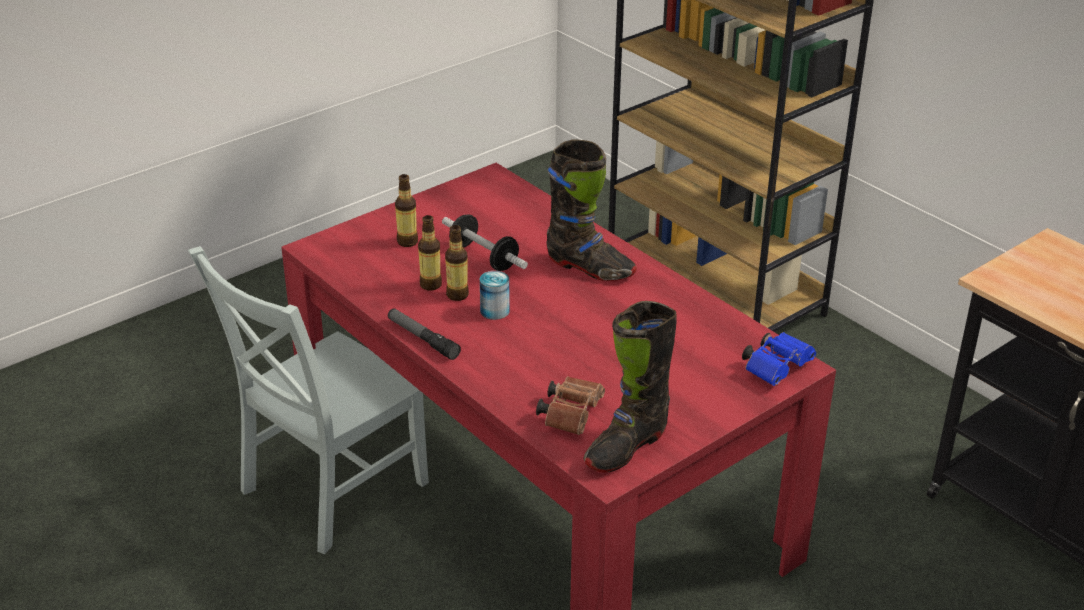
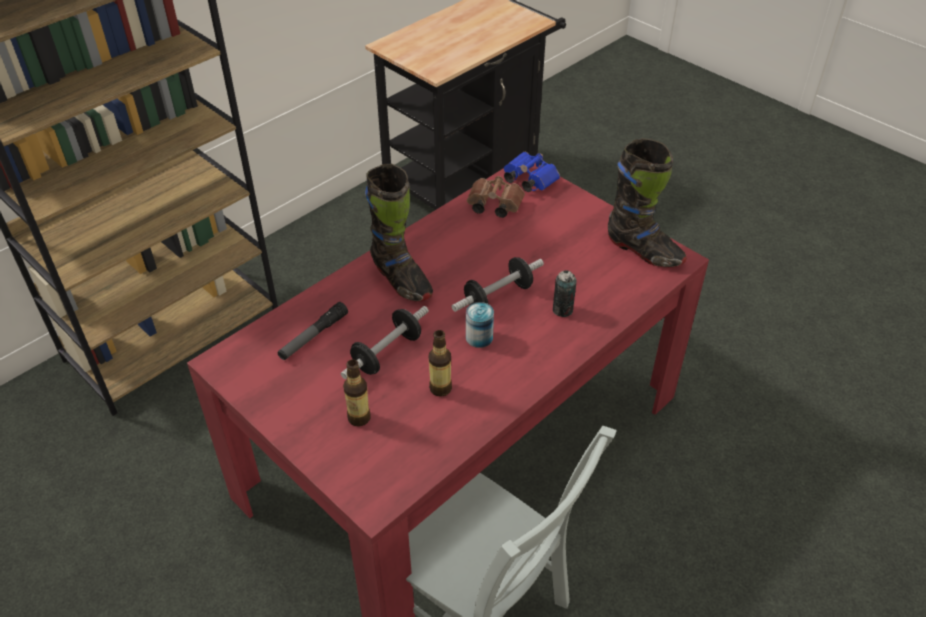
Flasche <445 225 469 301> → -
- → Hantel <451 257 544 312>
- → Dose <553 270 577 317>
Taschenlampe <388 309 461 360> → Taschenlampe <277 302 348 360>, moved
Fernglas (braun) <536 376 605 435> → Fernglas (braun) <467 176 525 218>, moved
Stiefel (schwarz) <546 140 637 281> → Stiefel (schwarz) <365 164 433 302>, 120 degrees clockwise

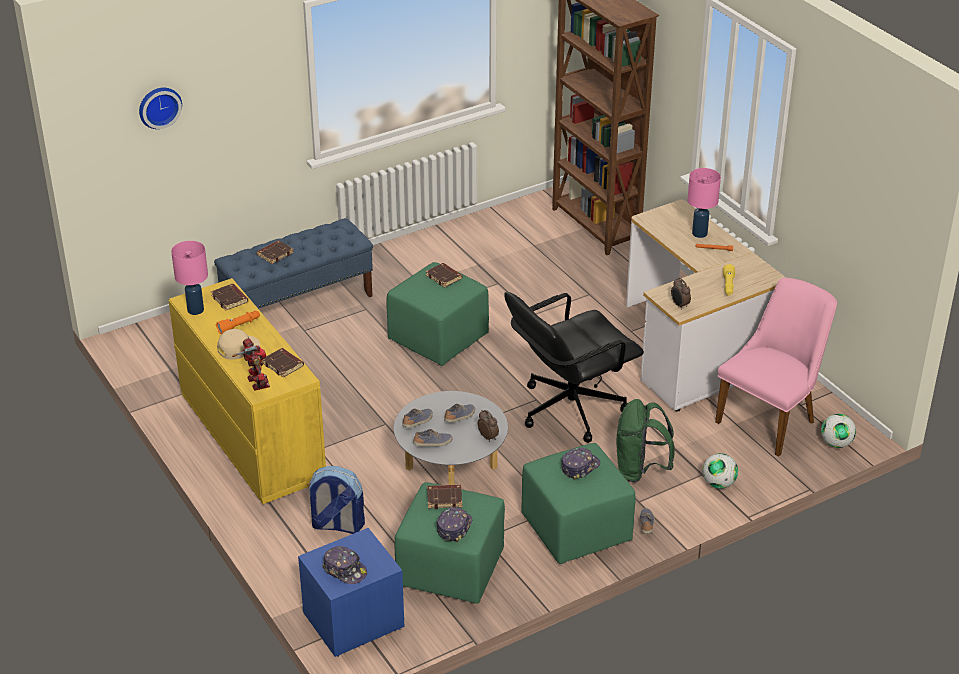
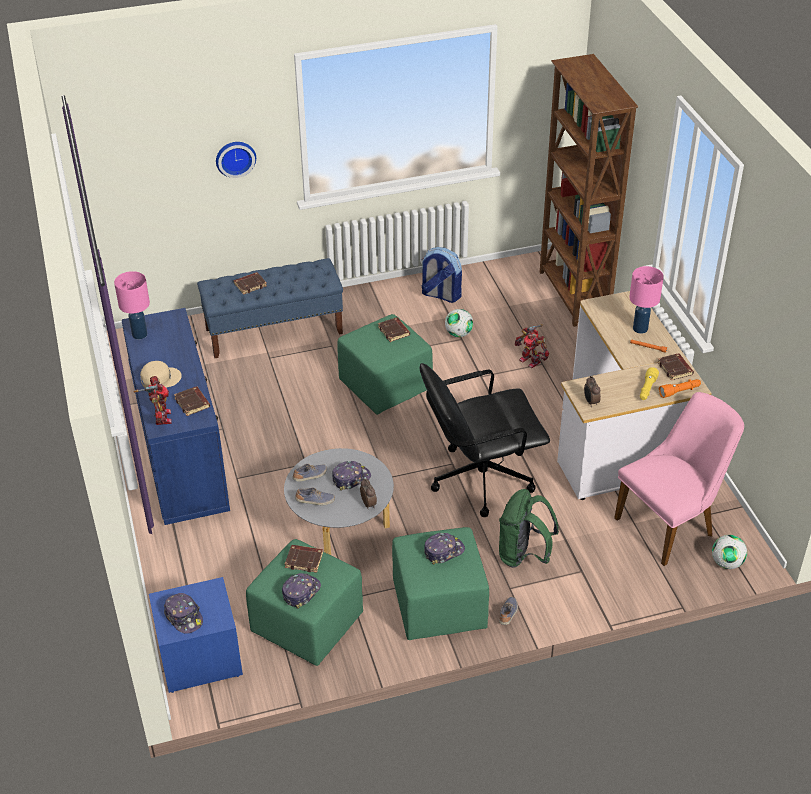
- → Spielzeugroboter <515 324 549 368>
Wanduhr <139 88 182 129> → Wanduhr <216 142 256 178>, moved
Buch (braun) <211 284 248 311> → Buch (braun) <658 353 694 380>, moved
Taschenlampe (orange) <216 311 260 334> → Taschenlampe (orange) <659 379 701 398>, moved
Rucksack <307 466 365 534> → Rucksack <421 247 462 303>, moved
Fußball <703 453 738 489> → Fußball <445 309 473 337>, moved
Schuh <444 404 475 423> → Kappe <332 461 371 491>
Kommode (gelb) <168 278 326 504> → Kommode (blau) <121 308 230 525>

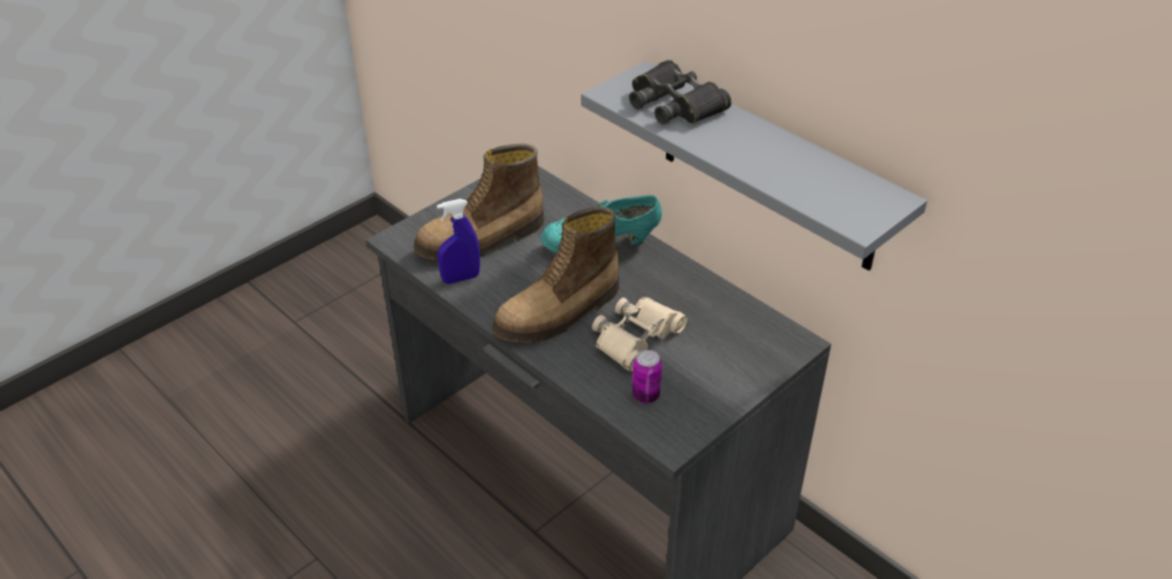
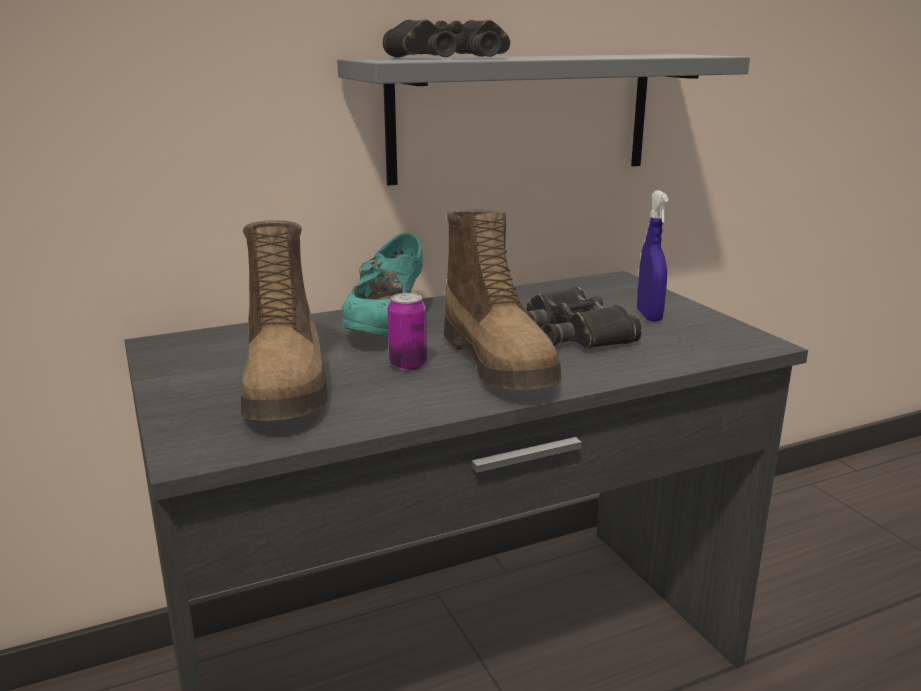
Sprühflasche (blau) <437 199 480 284> → Sprühflasche (blau) <637 190 669 322>, moved
Dose <632 350 662 403> → Dose <388 293 427 371>, moved
Fernglas (beige) <592 297 688 372> → Fernglas (schwarz) <525 287 642 348>

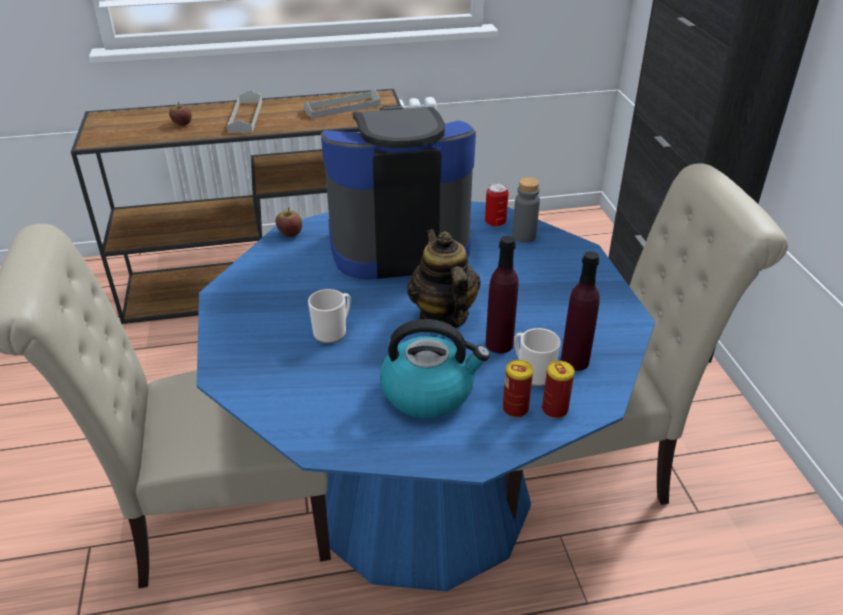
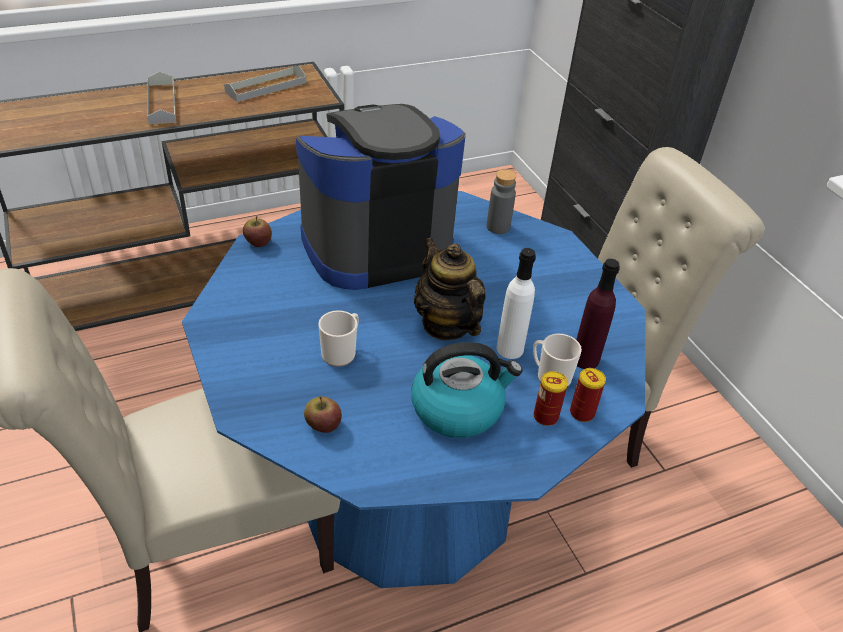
Dose <485 183 509 227> → -
Apfel <169 102 192 126> → Apfel <304 396 342 433>, moved
Flasche (lila) <486 236 519 353> → Flasche (weiß) <497 248 536 359>

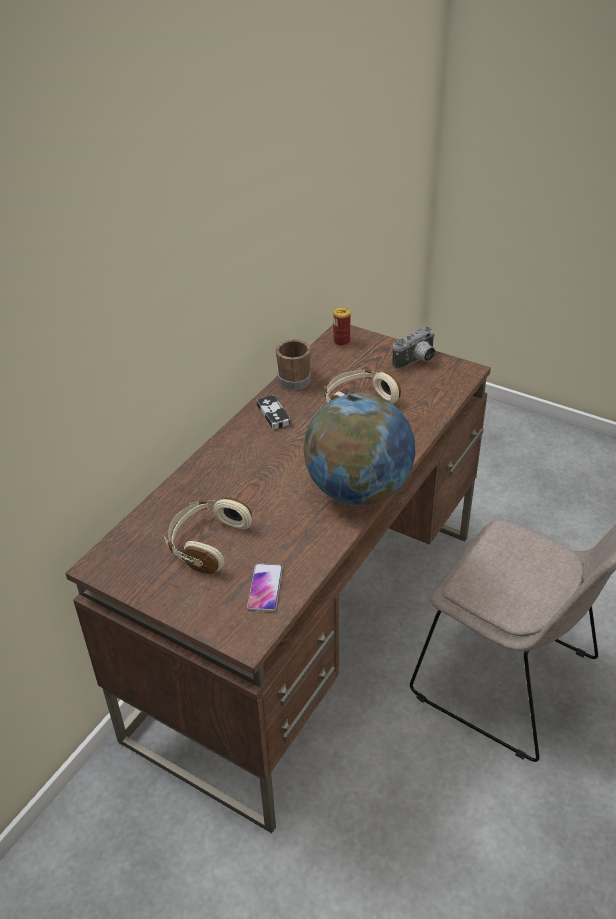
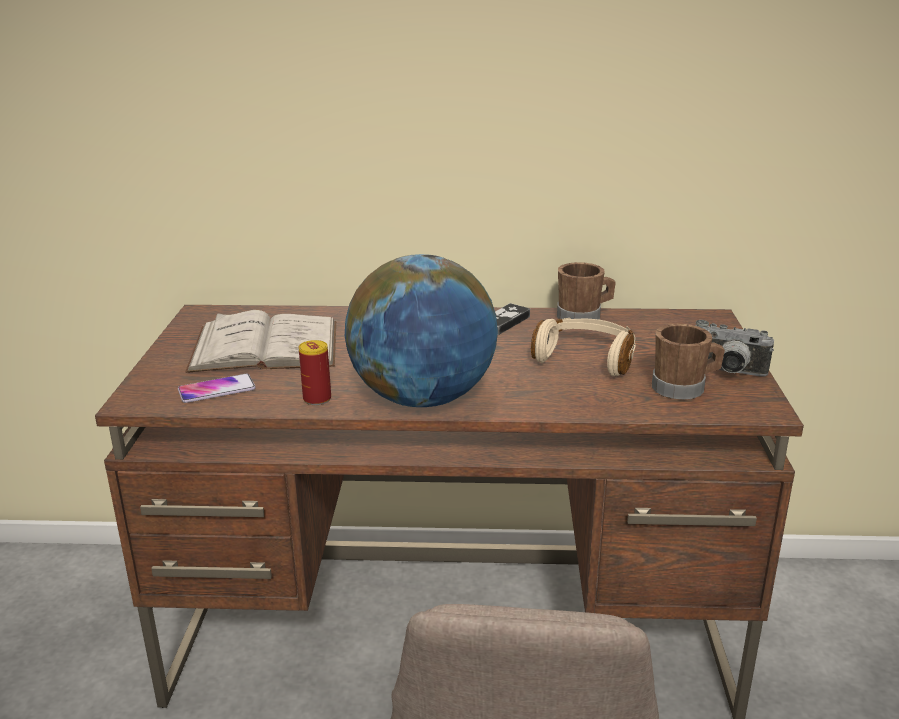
- → Henkelbecher (braun) <652 324 725 400>
Dose <333 307 350 346> → Dose <299 340 331 405>, moved
Kopfhörer (beige) <164 497 252 574> → Buch (weiß) <185 310 336 373>

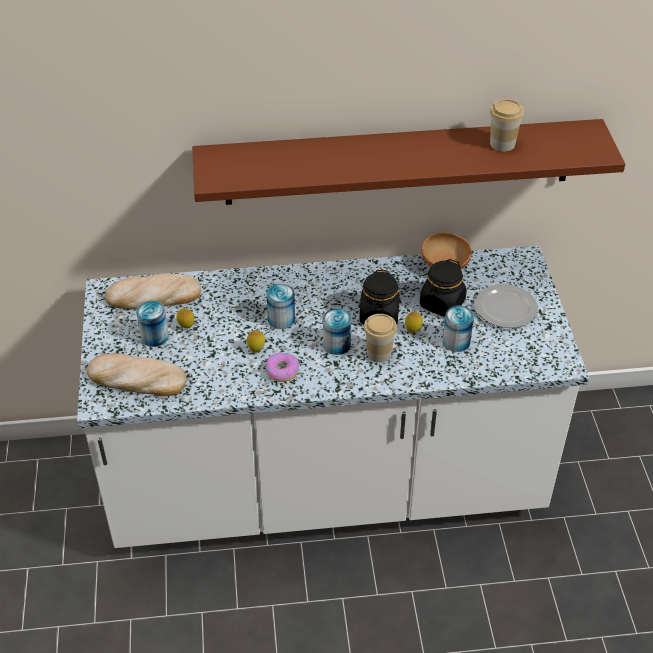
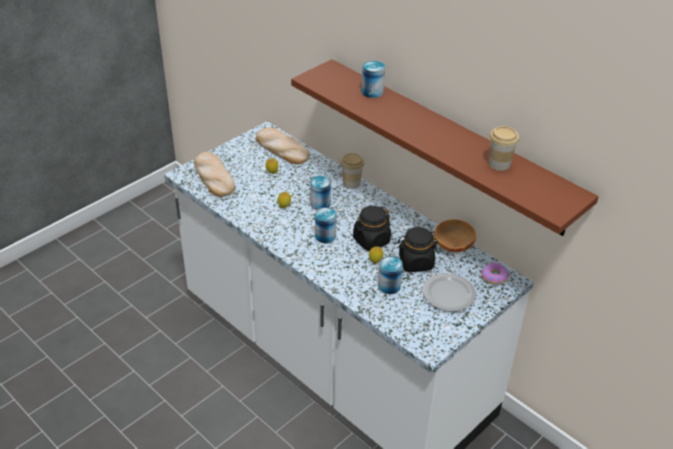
Dose <136 301 169 347> → Dose <362 61 385 98>, moved
Donut <266 352 299 382> → Donut <481 262 509 285>, moved
Tasse <364 314 397 363> → Tasse <341 153 364 189>, moved

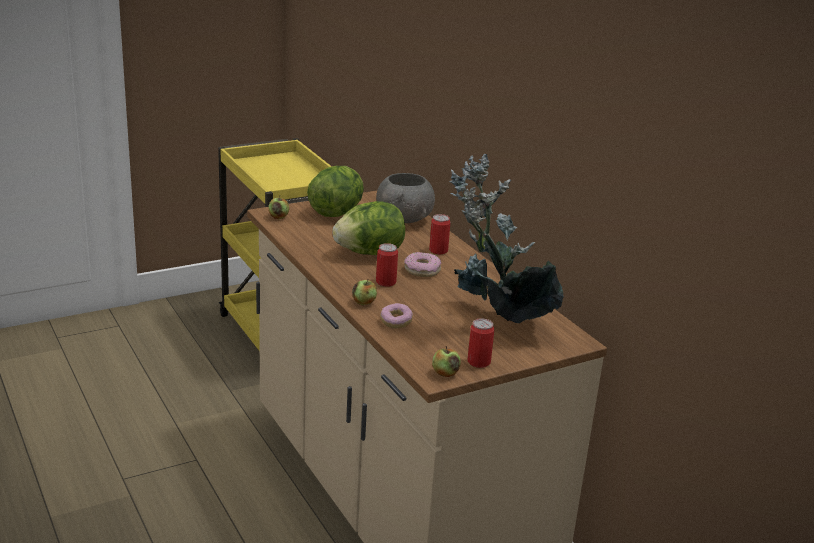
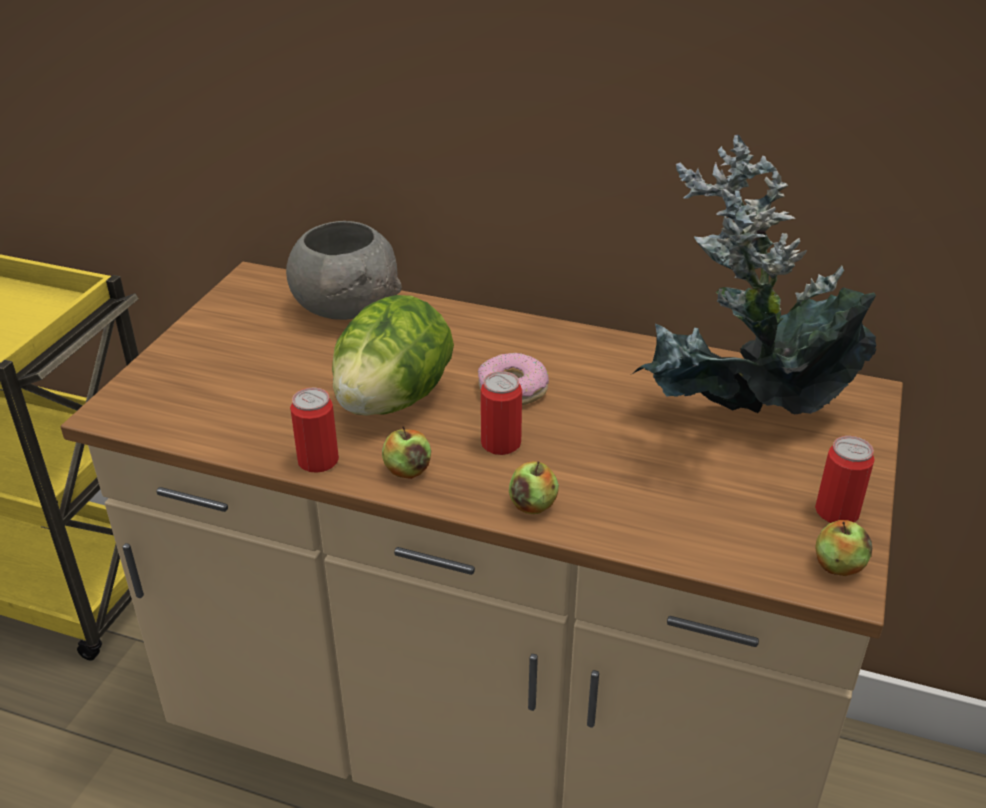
Salatkopf <307 166 364 217> → -
Donut <380 303 413 328> → -
Apfel <268 195 289 219> → Apfel <382 426 431 479>, moved
Dose <429 214 451 254> → Dose <290 388 339 473>, moved

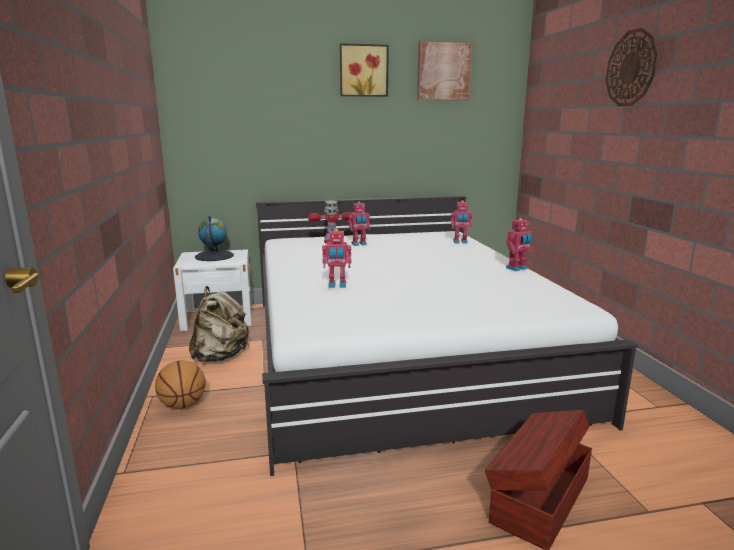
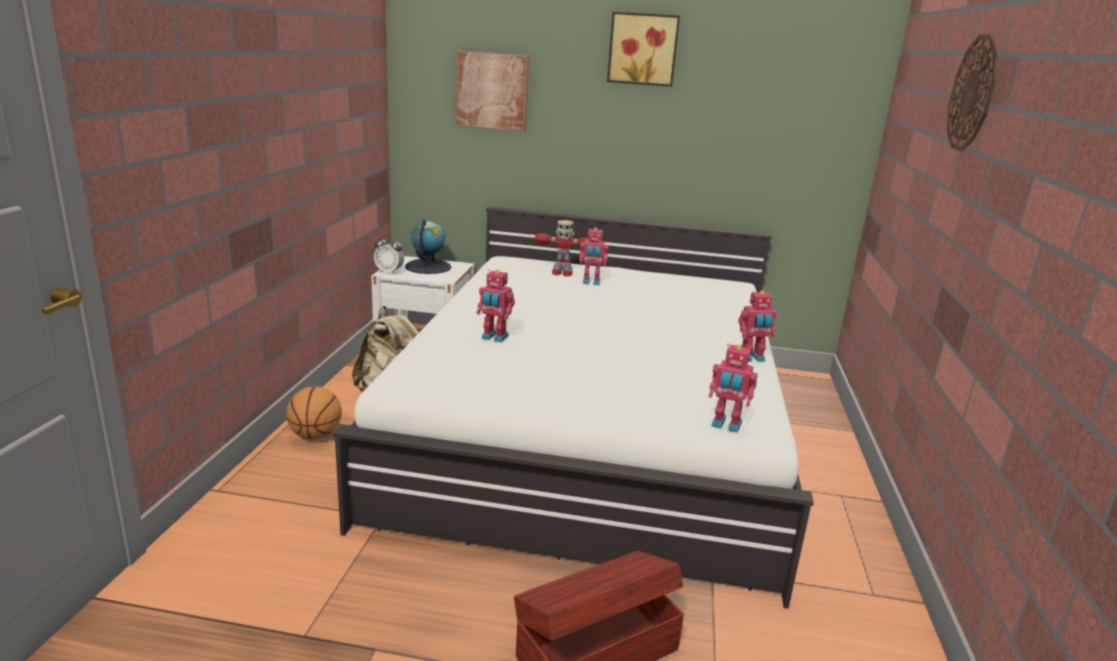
- → Wecker <374 235 404 275>
Bild <417 41 472 100> → Bild <456 51 529 132>, moved
Spielzeugroboter <451 200 473 244> → Spielzeugroboter <709 344 758 433>, moved

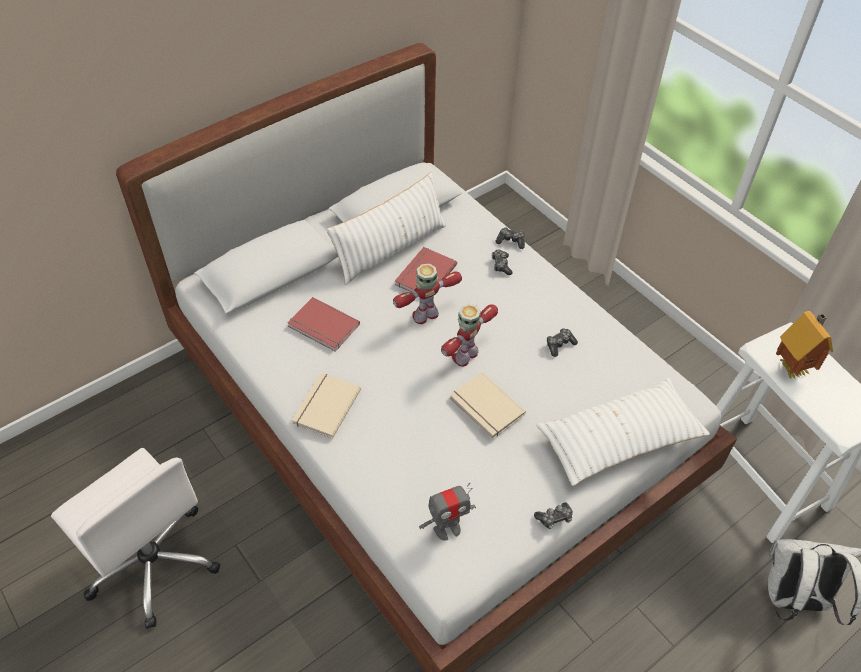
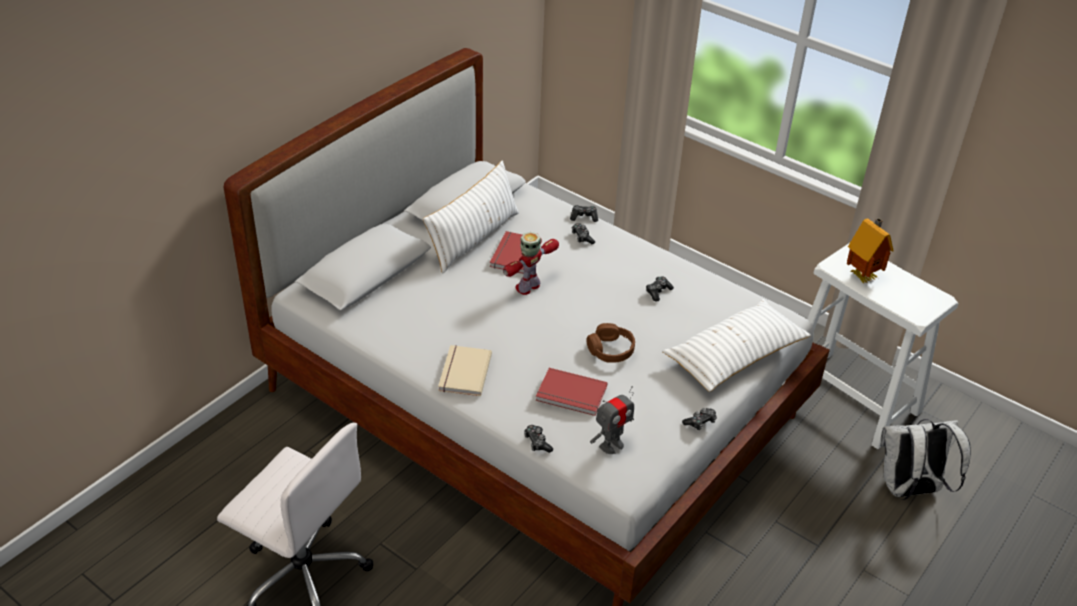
Spielzeugroboter <441 304 498 366> → -
- → Gamepad <524 425 553 453>
Buch (rot) <287 297 360 352> → Buch (rot) <536 368 608 416>, moved
Buch (beige) <450 372 526 439> → Kopfhörer (braun) <587 323 635 363>

